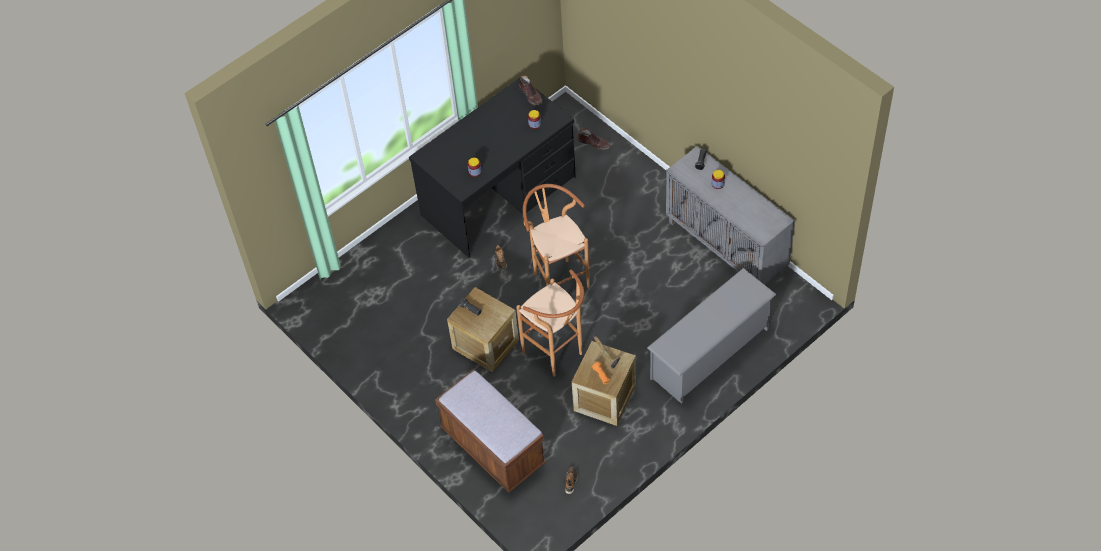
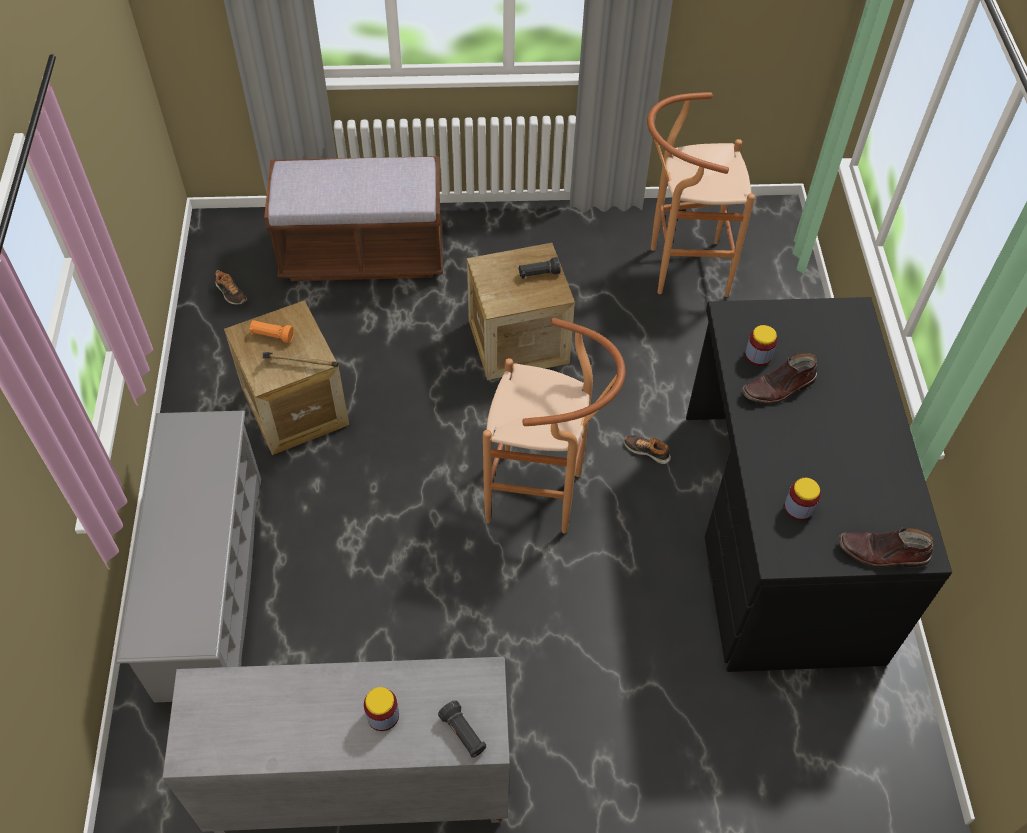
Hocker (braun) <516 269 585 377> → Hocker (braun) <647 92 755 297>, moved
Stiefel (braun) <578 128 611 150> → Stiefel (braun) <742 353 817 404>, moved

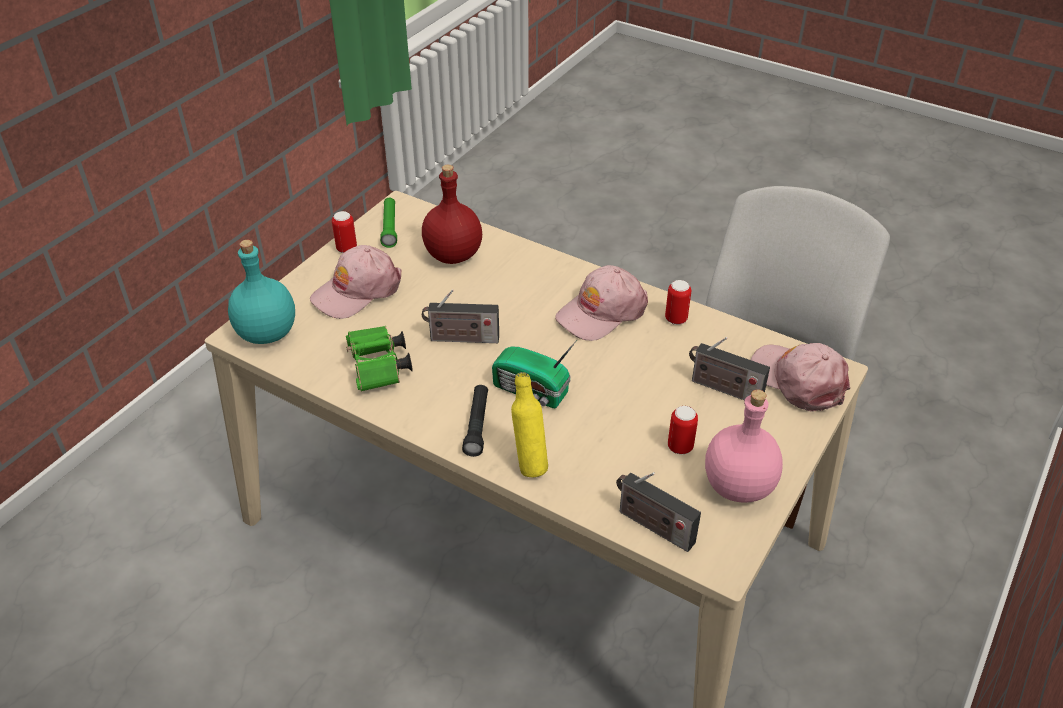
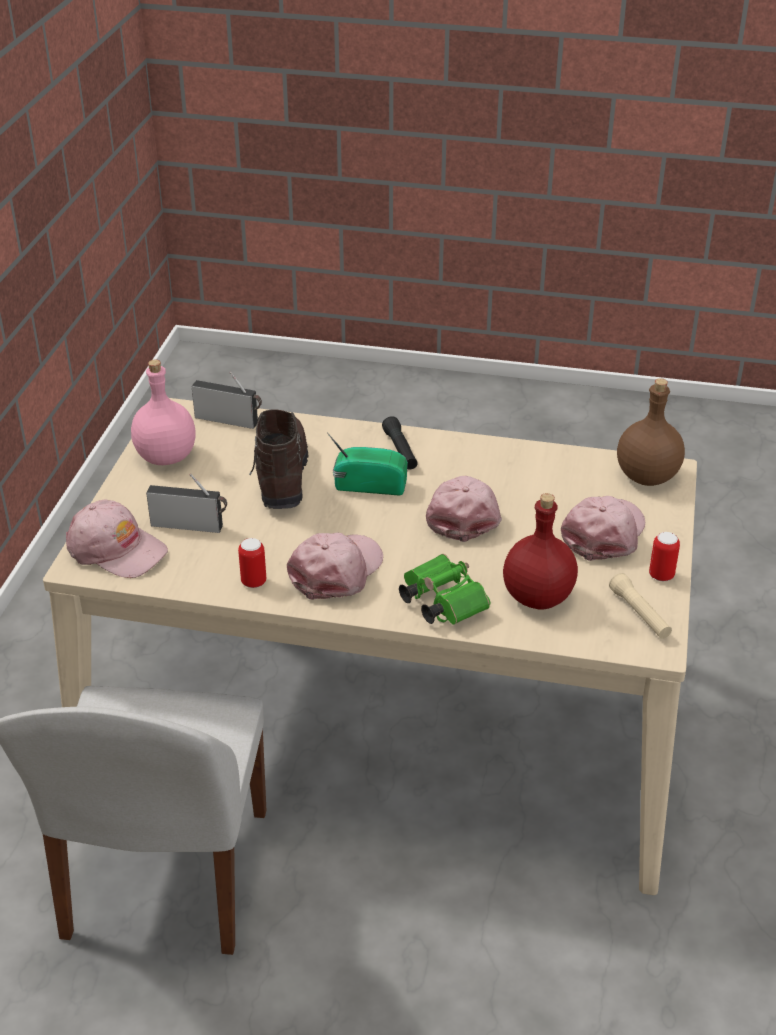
Flasche (gelb) <511 372 548 477> → -
Dose <668 406 698 454> → -
- → Stiefel (braun) <249 409 309 509>
Fernglas (grün) <346 326 413 392> → Fernglas (grün) <399 554 490 625>, moved
Radio <422 289 499 343> → Kappe (rosa) <426 476 502 542>
Flasche (türkis) <228 240 295 344> → Flasche (braun) <617 378 685 486>
Taschenlampe (grün) <380 198 397 248> → Taschenlampe (beige) <609 573 672 639>

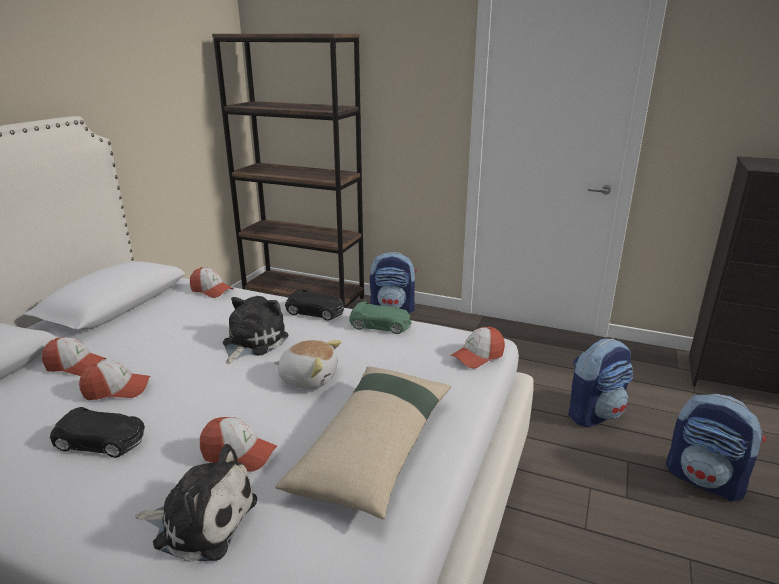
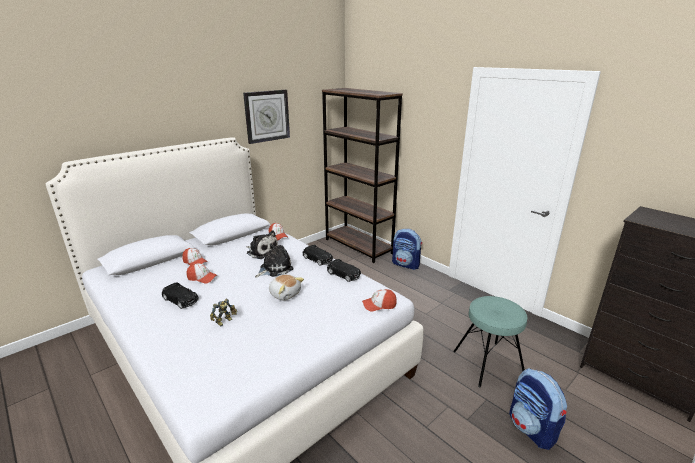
Kissen (beige) <275 367 451 519> → -
- → Wanduhr <243 90 290 144>
Plüschtier <135 444 257 562> → Plüschtier <246 230 278 259>, moved
Kappe <200 417 277 472> → Spielzeugroboter <210 299 237 326>
Rucksack <568 338 633 427> → Hocker (türkis) <453 296 527 387>
Spielzeugauto (grün) <349 301 412 334> → Spielzeugauto (schwarz) <327 259 361 282>

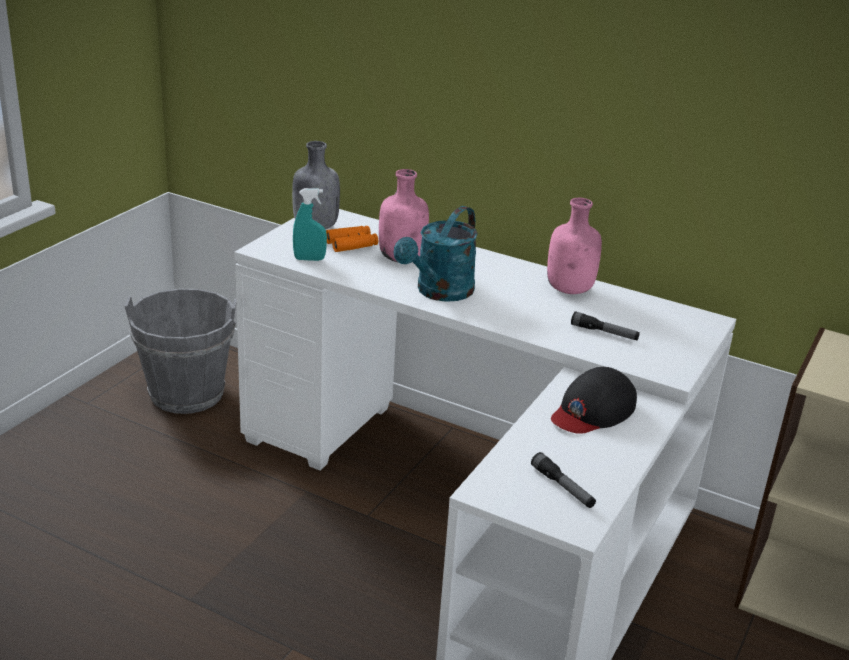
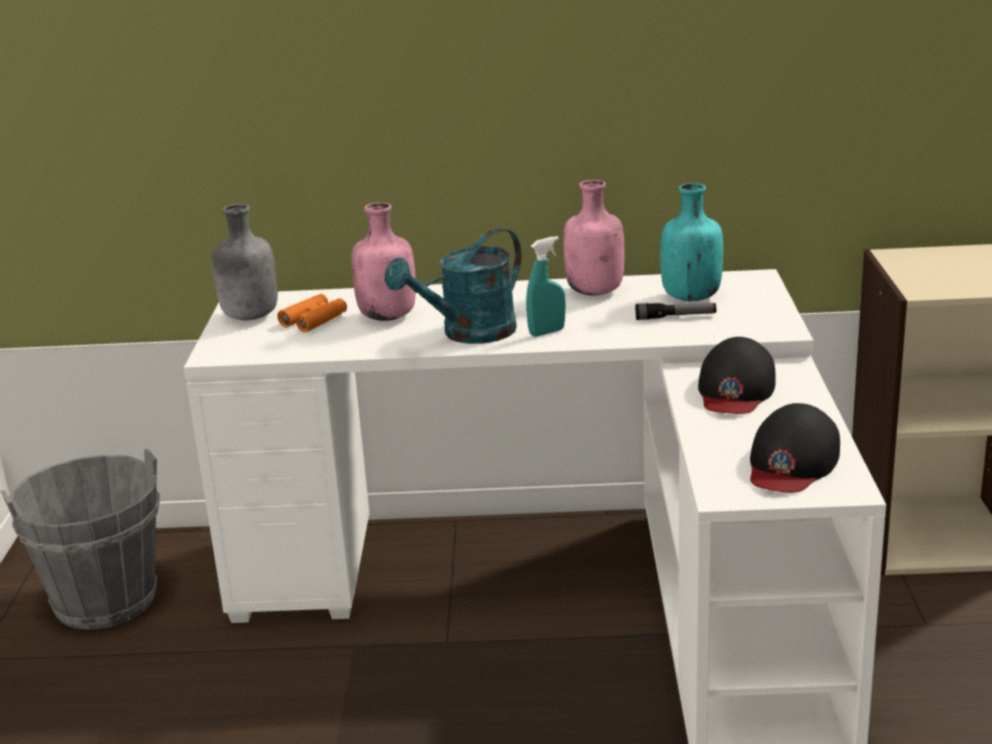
- → Flasche (türkis) <660 183 723 301>
Sprühflasche (türkis) <293 188 327 261> → Sprühflasche (türkis) <526 236 566 337>, moved
Taschenlampe <531 452 596 508> → Kappe (schwarz) <750 403 840 493>
Gießkanne (türkis) <394 206 478 302> → Gießkanne (türkis) <385 228 521 344>, 45 degrees clockwise

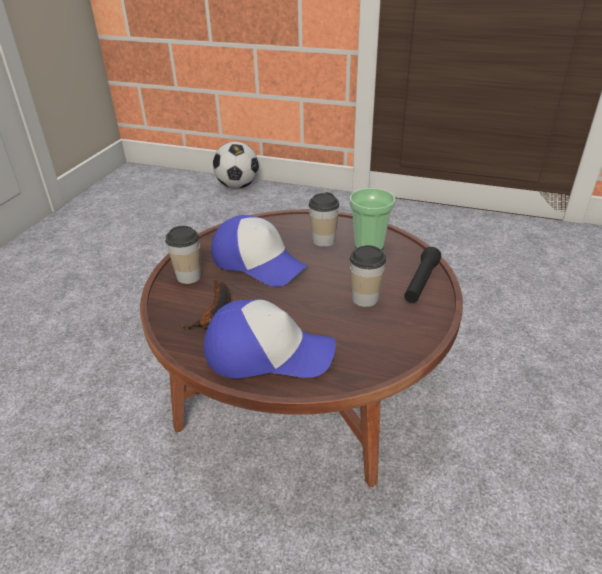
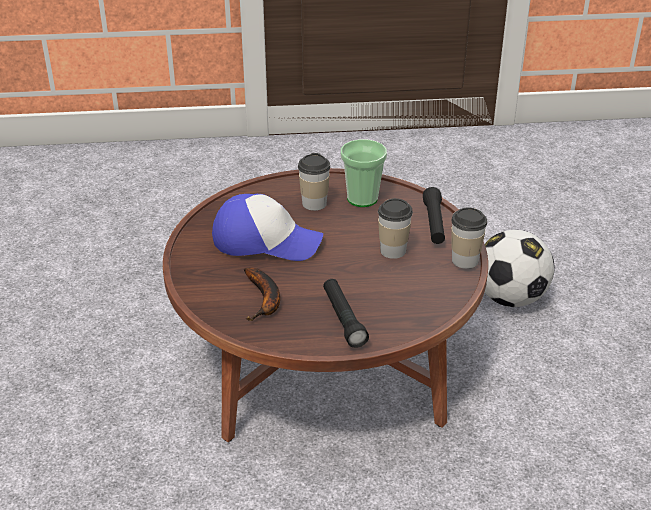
Tasse <165 226 201 284> → Tasse <451 207 487 269>, moved
Fußball <213 142 259 188> → Fußball <484 229 555 307>, moved
Kappe <204 299 336 378> → Taschenlampe (schwarz) <323 279 369 348>

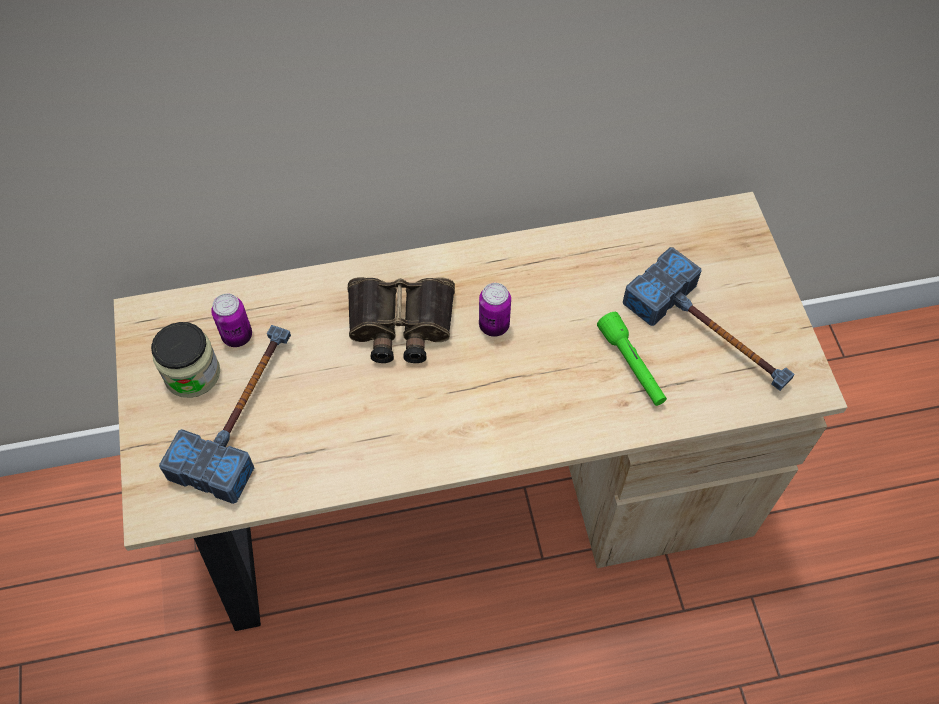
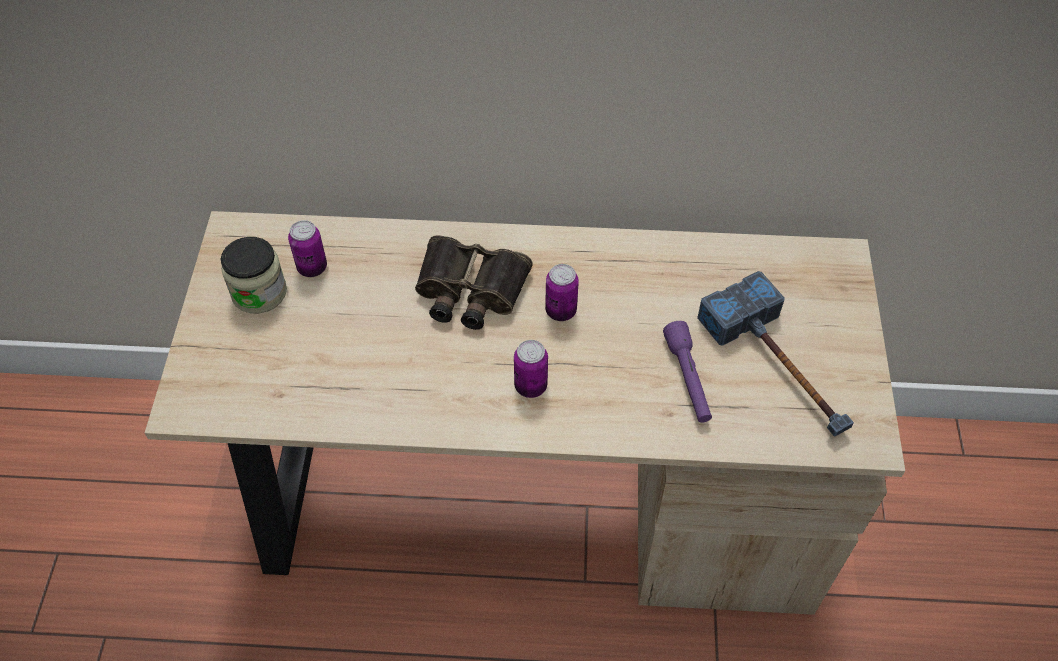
Hammer <159 325 291 504> → -
- → Dose <514 340 548 398>
Taschenlampe (grün) <597 312 667 406> → Taschenlampe (lila) <663 321 712 423>

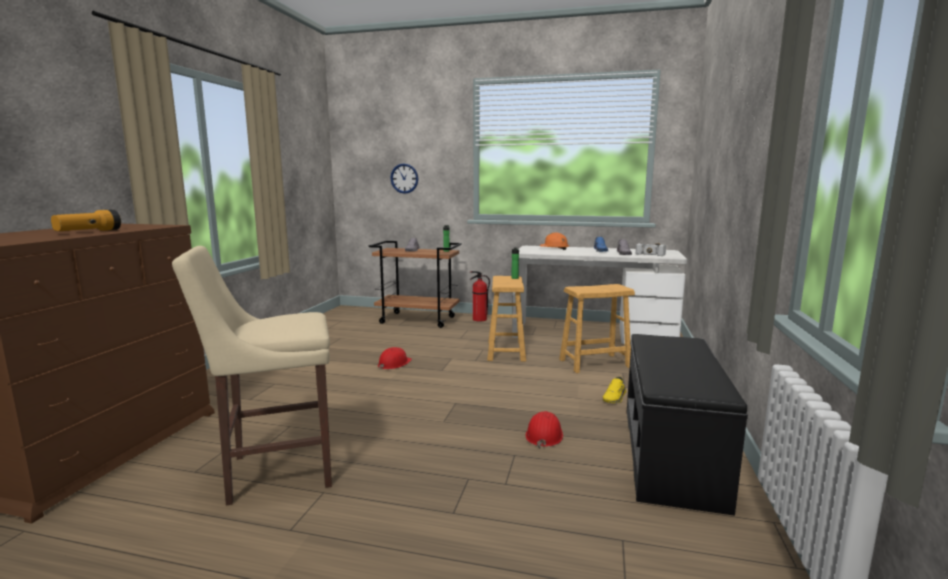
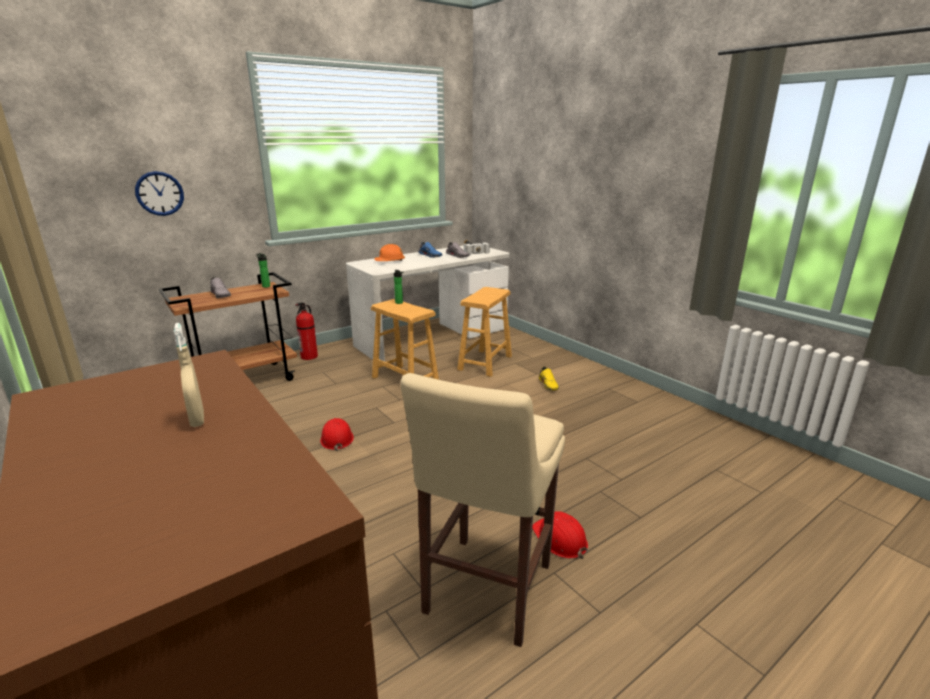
Bank (schwarz) <627 334 748 516> → -
Schutzhelm (rot) <525 411 563 448> → Schutzhelm (rot) <532 511 588 559>, moved
Taschenlampe <51 209 121 231> → Sprühflasche (beige) <173 323 204 427>

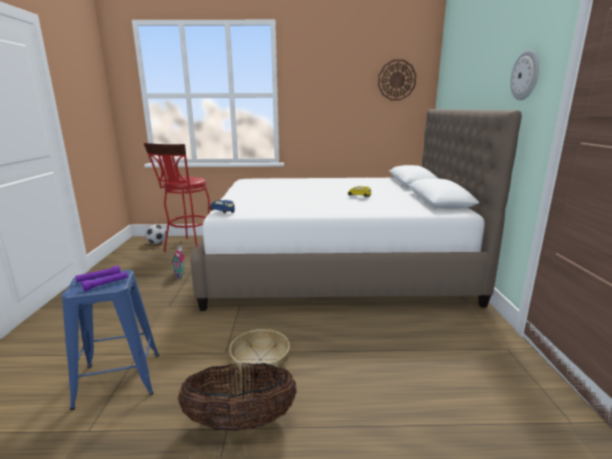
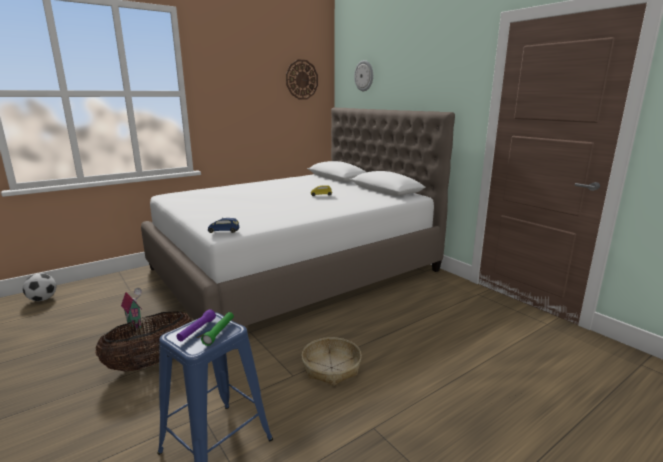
Hocker (rot) <144 143 210 251> → -
Korb <177 363 297 431> → Korb <95 311 192 372>, moved
Wanduhr <510 50 539 100> → Wanduhr <354 60 373 91>, moved
Taschenlampe (lila) <81 271 128 291> → Taschenlampe (grün) <201 312 234 346>

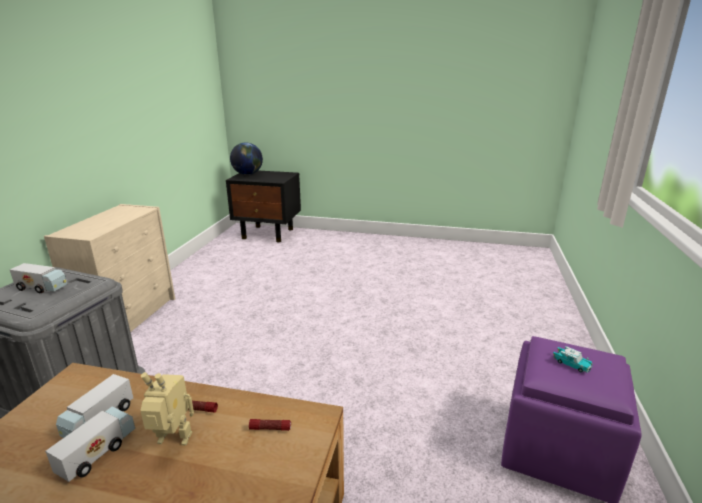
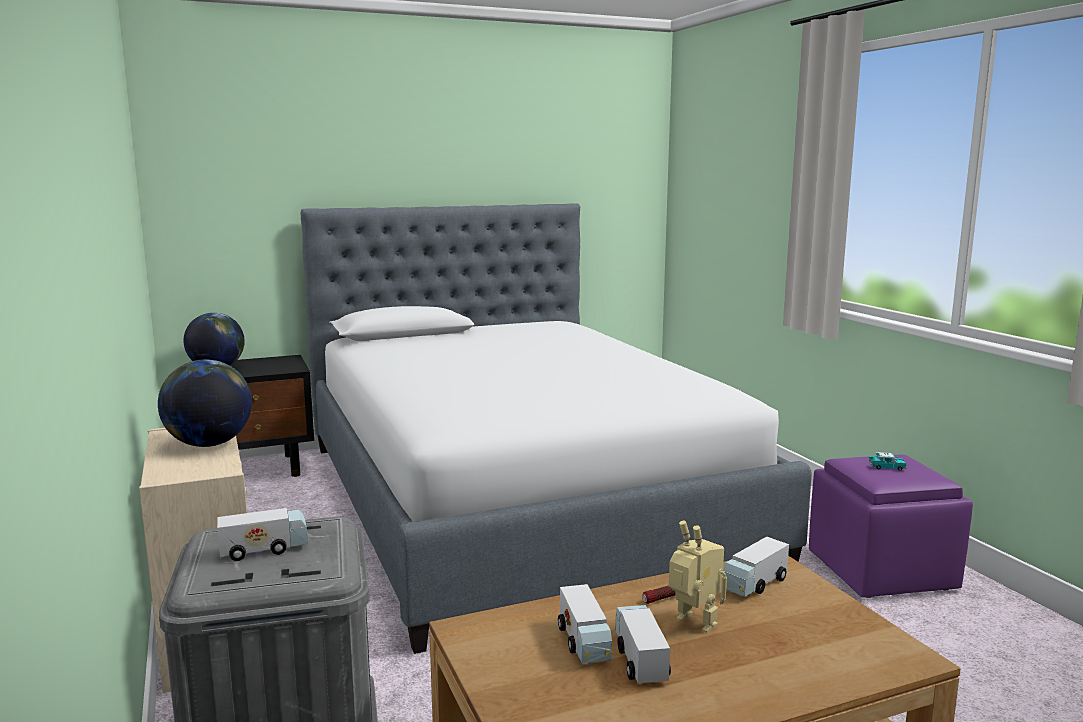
- → Globus <158 360 252 447>
- → Bett <301 203 812 654>
Taschenlampe <249 419 291 431> → Spielzeuglaster <723 537 789 597>
Spielzeugroboter <140 372 194 446> → Spielzeugroboter <669 521 727 633>, 75 degrees clockwise

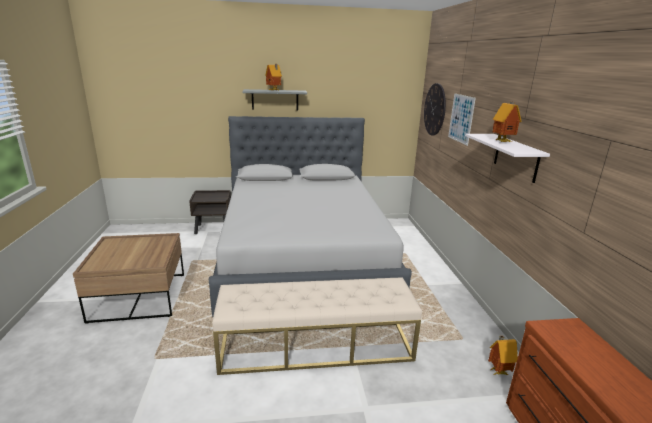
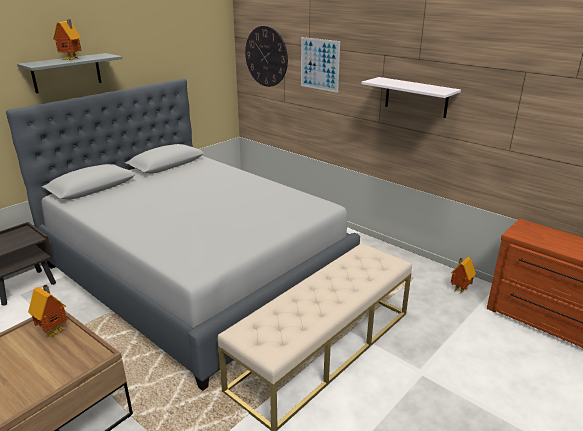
Spielzeughaus <492 102 522 142> → Spielzeughaus <28 285 67 337>, moved

